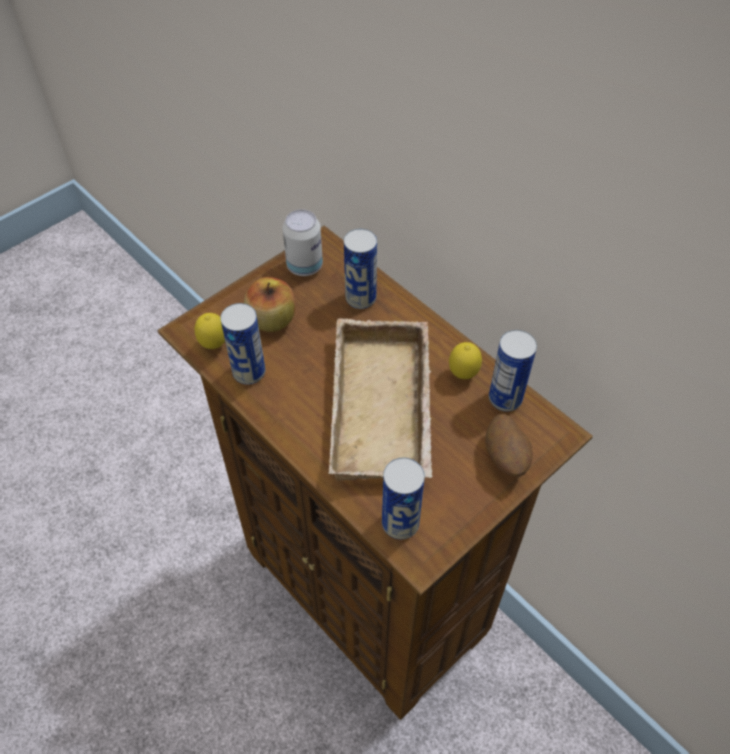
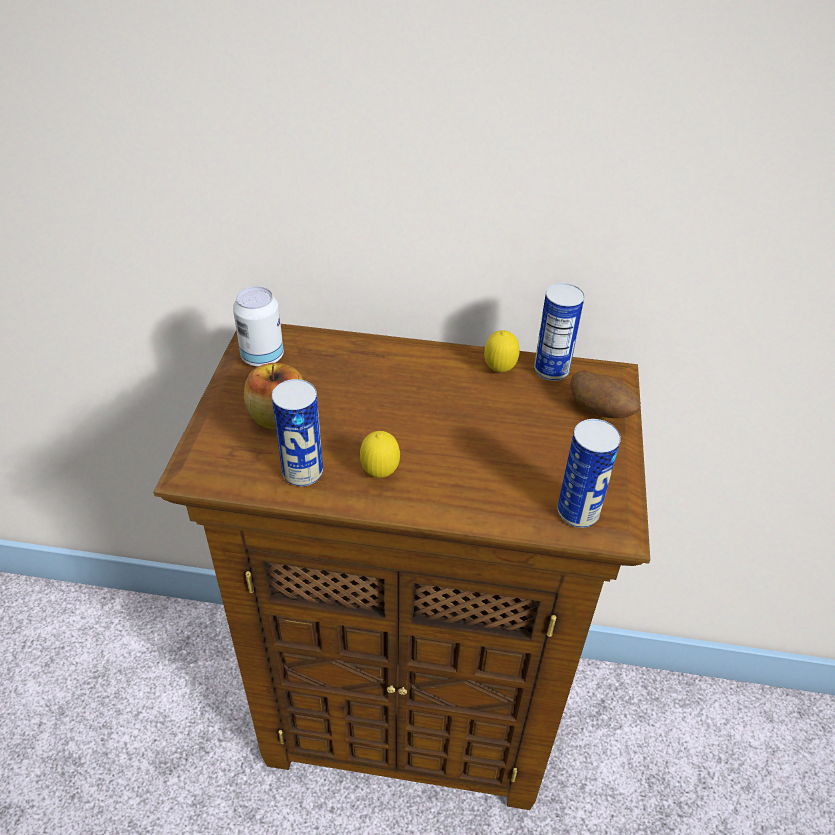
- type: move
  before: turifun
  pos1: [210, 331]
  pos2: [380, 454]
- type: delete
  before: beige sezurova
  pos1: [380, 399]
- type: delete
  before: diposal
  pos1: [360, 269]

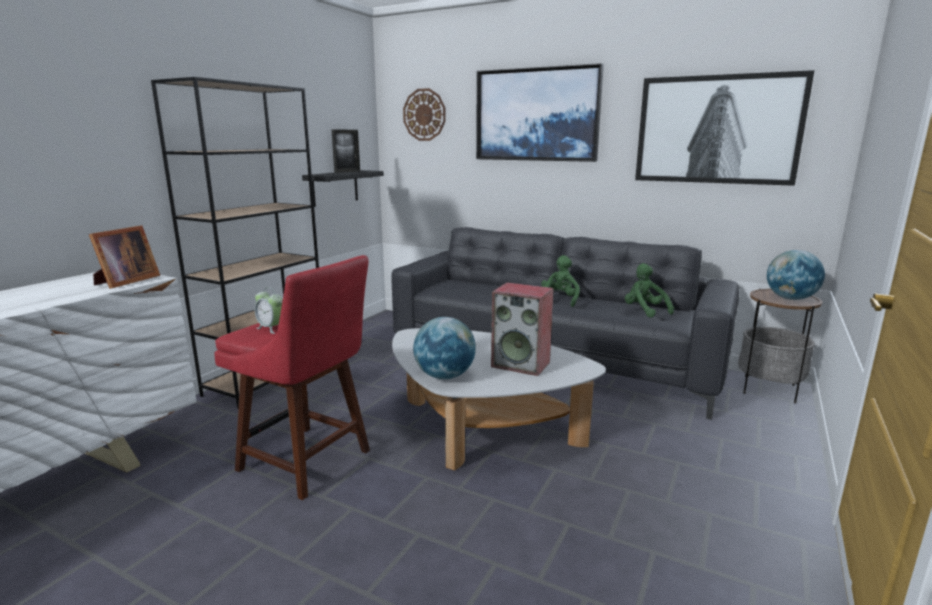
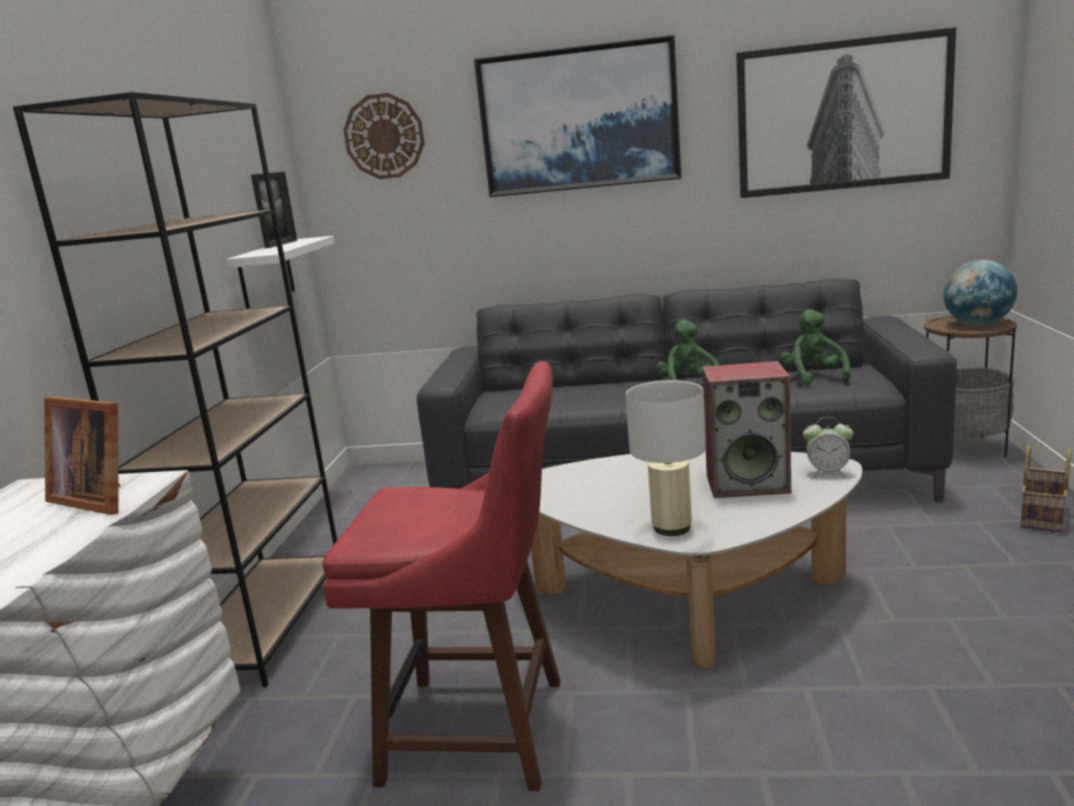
- type: rotate
  before: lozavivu
  pos1: [124, 257]
  pos2: [82, 456]
  turn: 120
- type: move
  before: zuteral
  pos1: [269, 310]
  pos2: [828, 447]
- type: recolor
  before: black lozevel
  after: white lozevel
  pos1: [343, 188]
  pos2: [280, 272]
- type: replace
  before: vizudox
  after: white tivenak
  pos1: [444, 348]
  pos2: [666, 458]
- type: rotate
  before: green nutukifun
  pos1: [649, 290]
  pos2: [815, 347]
  turn: 45
- type: insert
  after: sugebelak
  pos2: [1045, 488]

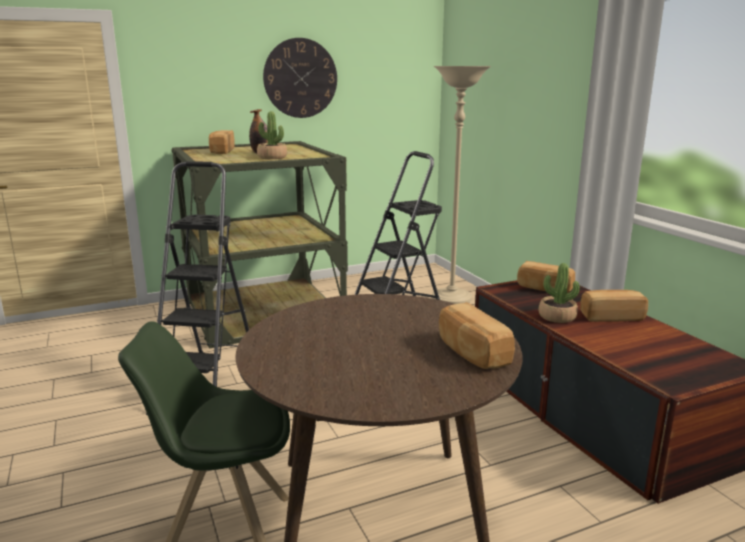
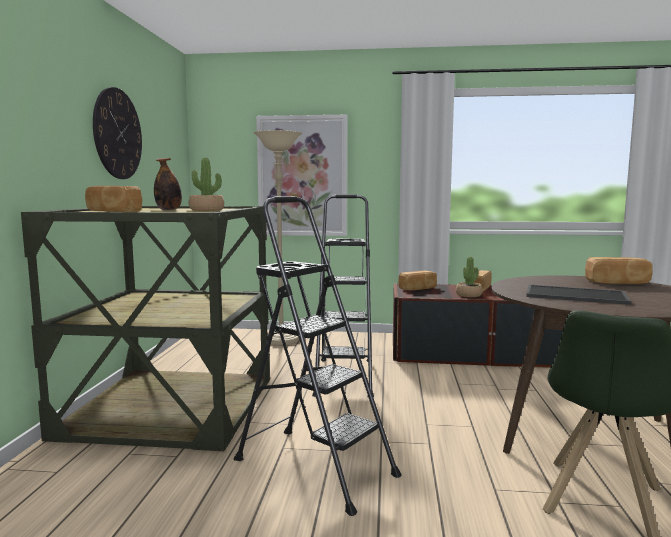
- type: insert
  after: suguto
  pos2: [301, 175]
- type: insert
  after: sezurova
  pos2: [578, 295]

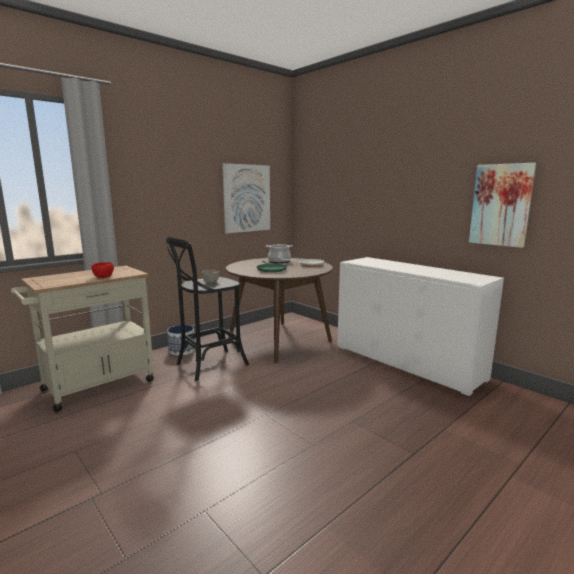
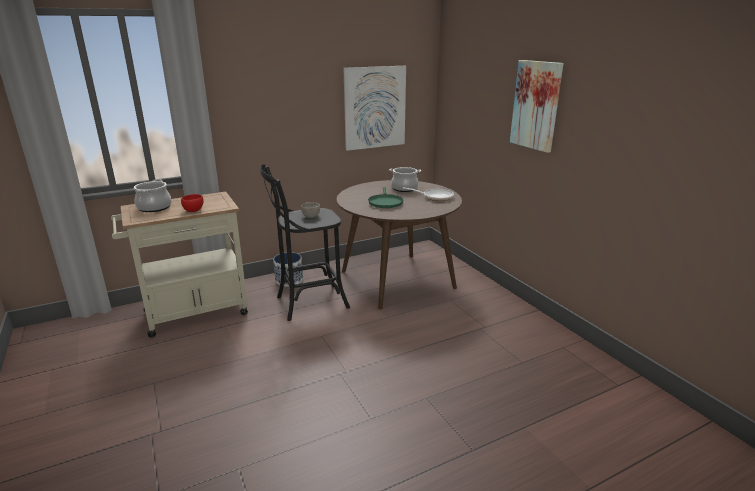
- type: delete
  before: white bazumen
  pos1: [420, 326]
- type: move
  before: suguto
  pos1: [502, 205]
  pos2: [537, 106]
- type: insert
  after: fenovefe
  pos2: [153, 195]

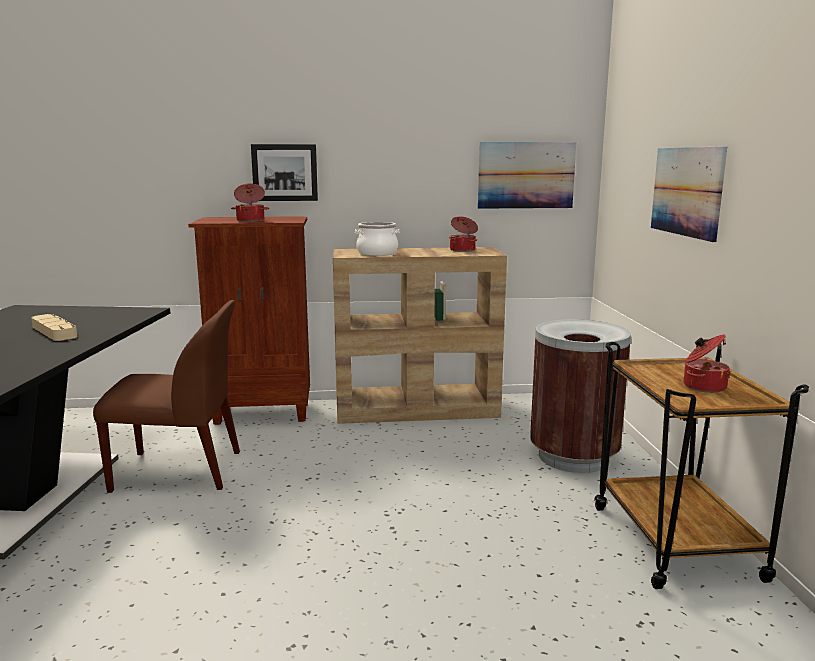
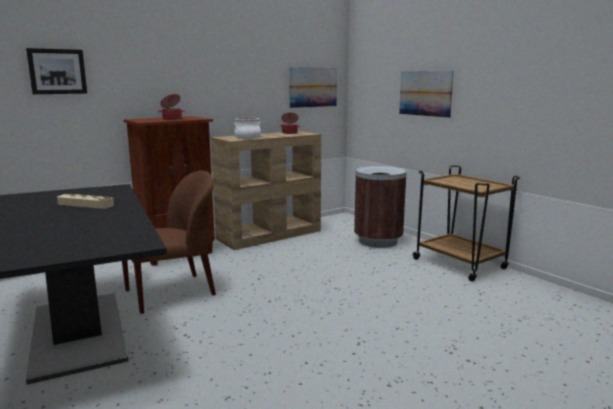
- type: move
  before: suguto
  pos1: [284, 172]
  pos2: [56, 71]
- type: delete
  before: fenovefe
  pos1: [707, 363]

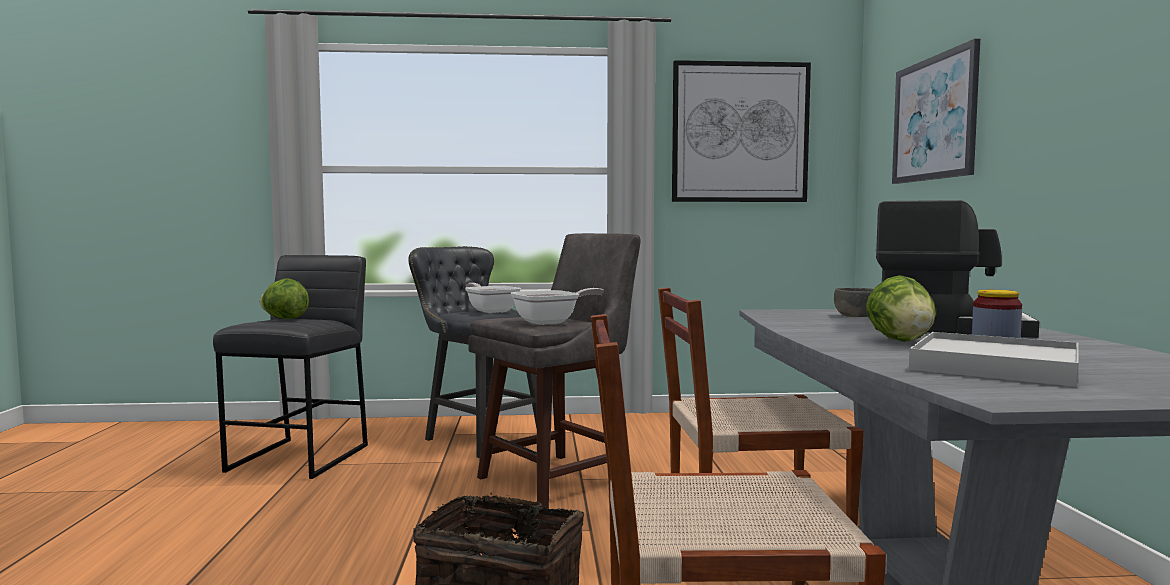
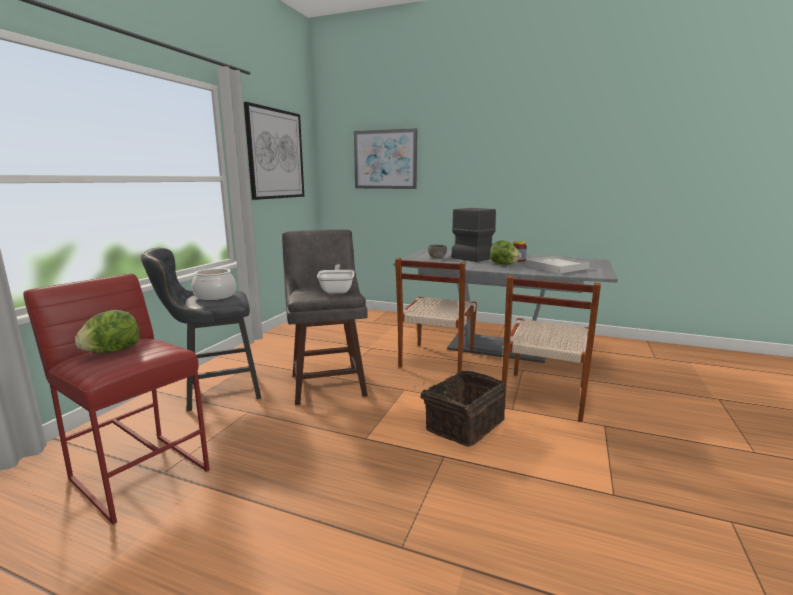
- type: recolor
  before: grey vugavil
  after: red vugavil
  pos1: [290, 367]
  pos2: [116, 399]
- type: replace
  before: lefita
  after: fenovefe
  pos1: [493, 298]
  pos2: [214, 284]

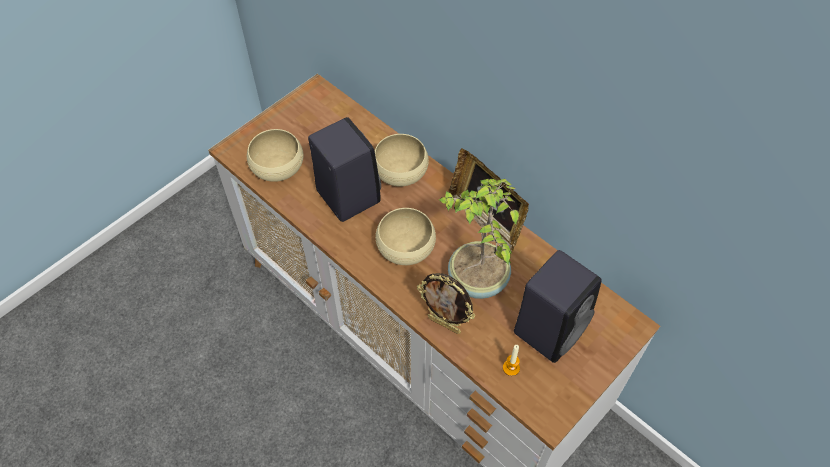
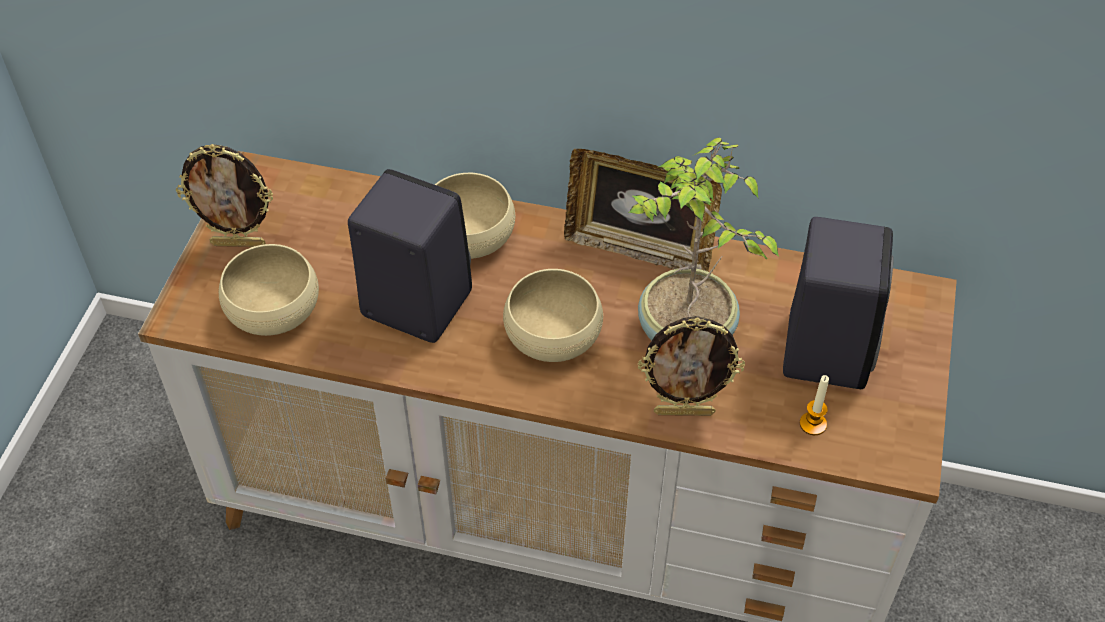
- type: insert
  after: lozavivu
  pos2: [224, 195]

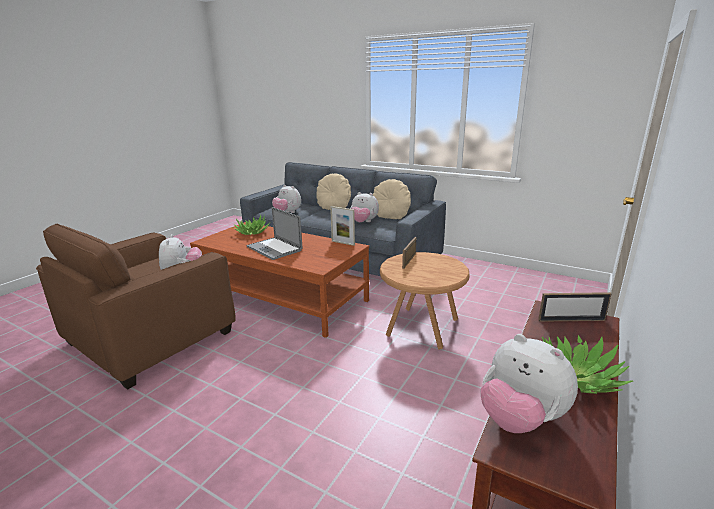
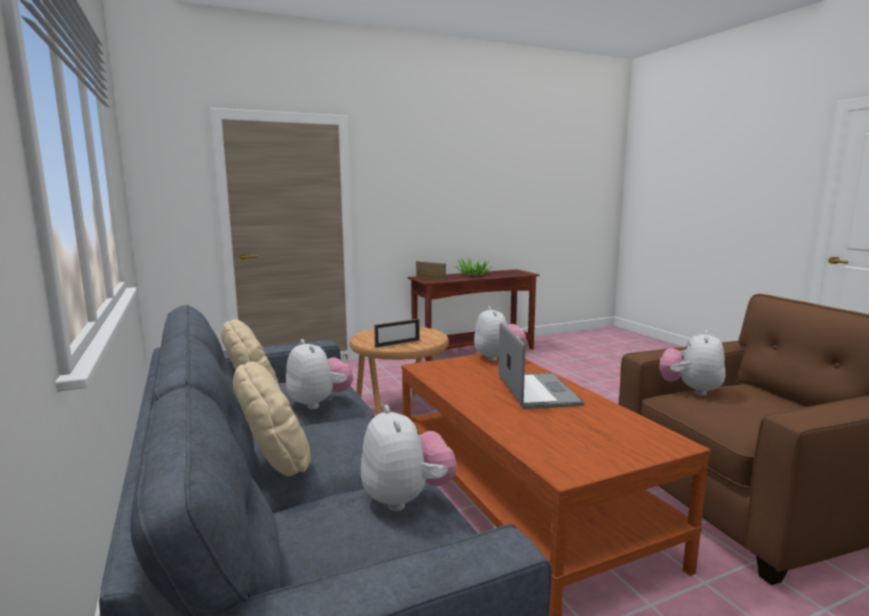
- type: delete
  before: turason
  pos1: [251, 224]
- type: delete
  before: lozavivu
  pos1: [342, 226]
- type: move
  before: nutukifun
  pos1: [529, 383]
  pos2: [500, 333]

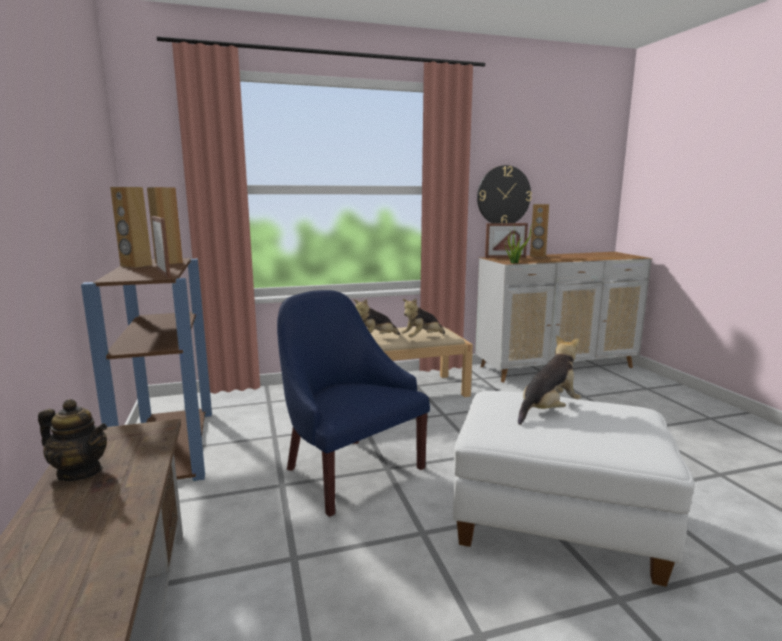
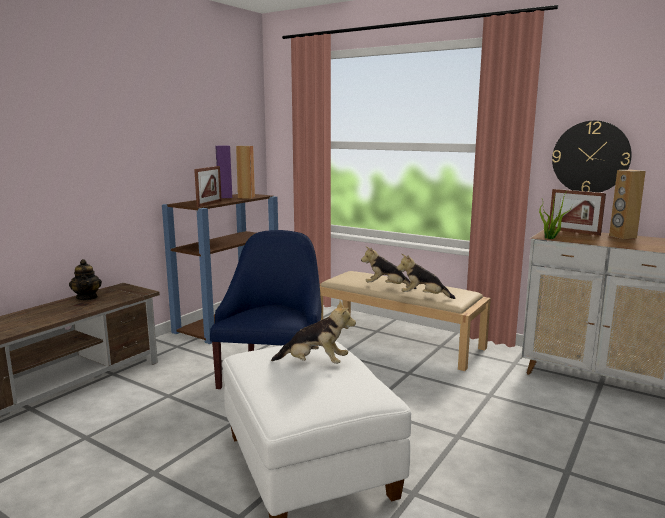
- type: recolor
  before: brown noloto
  after: purple noloto
  pos1: [131, 227]
  pos2: [223, 172]

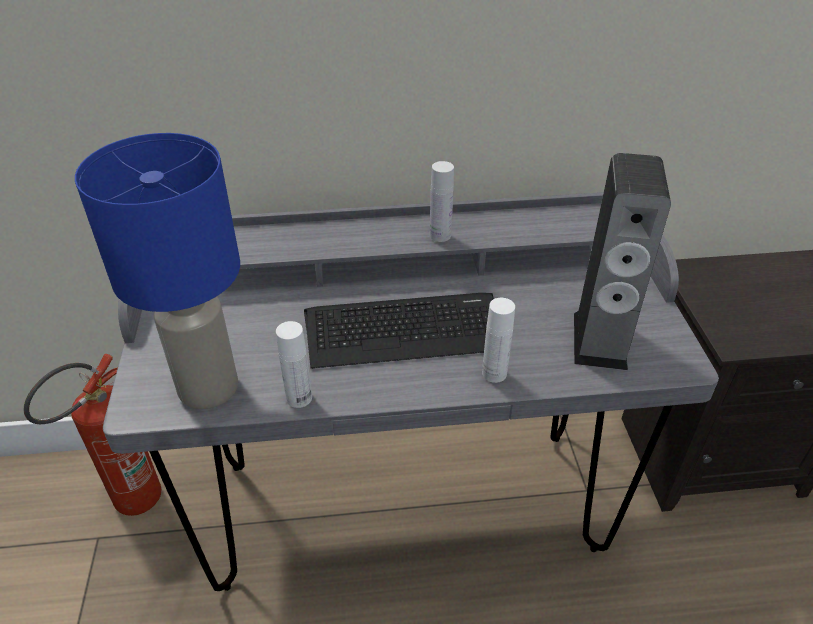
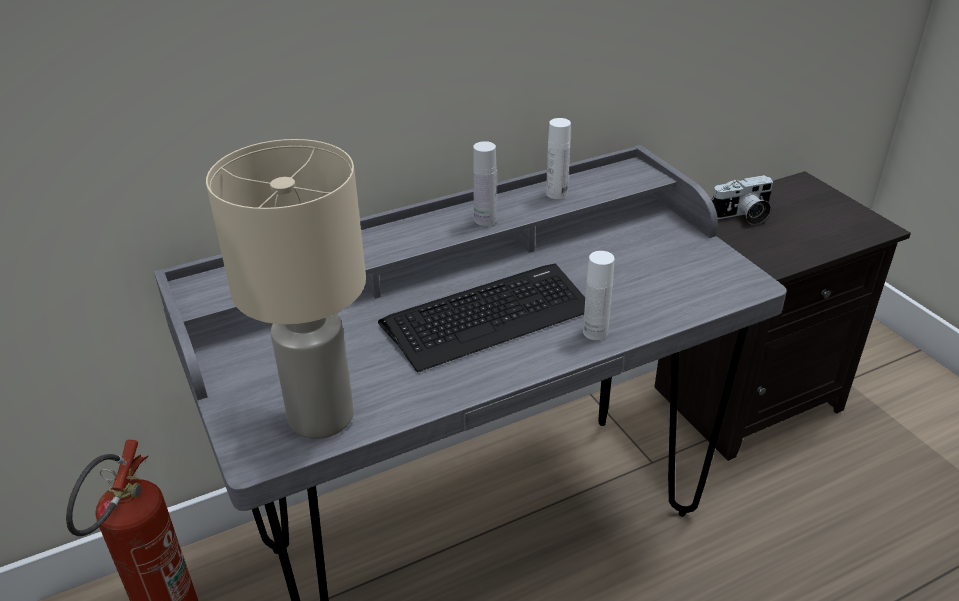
- type: recolor
  before: blue tivenak
  after: beige tivenak
  pos1: [157, 271]
  pos2: [286, 289]
- type: move
  before: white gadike
  pos1: [294, 364]
  pos2: [558, 158]
- type: delete
  before: noloto
  pos1: [622, 261]
- type: insert
  after: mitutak
  pos2: [742, 200]

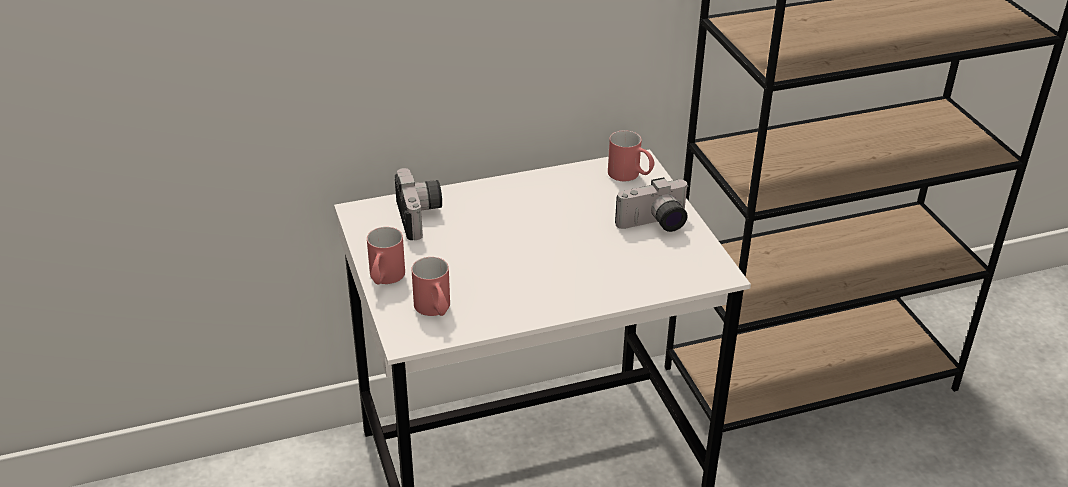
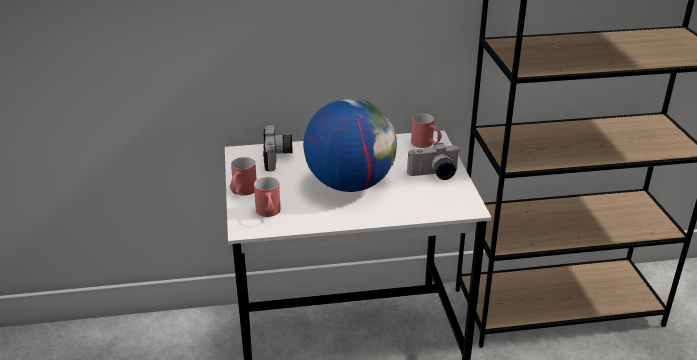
- type: insert
  after: vizudox
  pos2: [350, 145]

